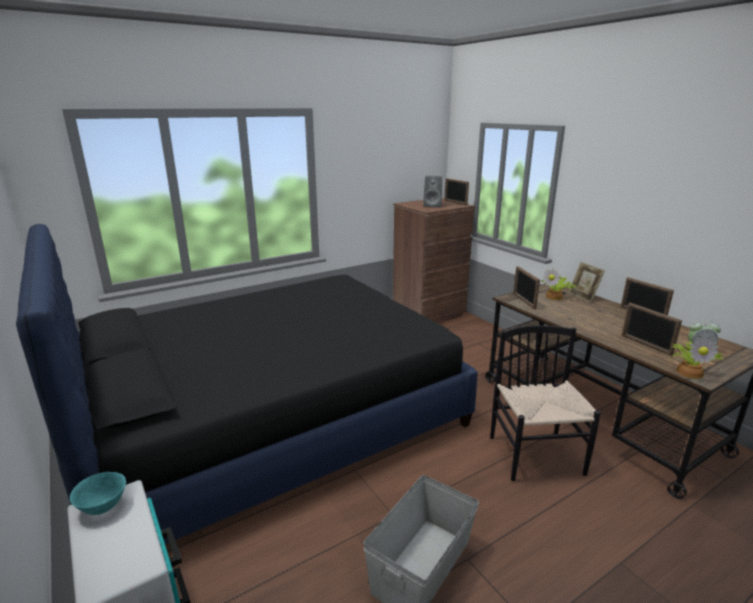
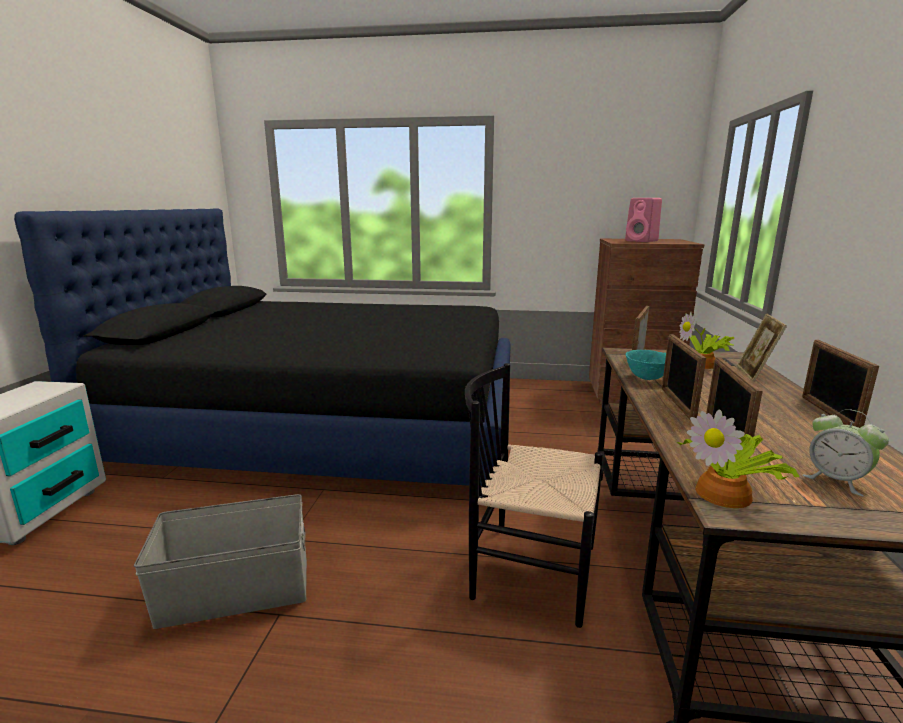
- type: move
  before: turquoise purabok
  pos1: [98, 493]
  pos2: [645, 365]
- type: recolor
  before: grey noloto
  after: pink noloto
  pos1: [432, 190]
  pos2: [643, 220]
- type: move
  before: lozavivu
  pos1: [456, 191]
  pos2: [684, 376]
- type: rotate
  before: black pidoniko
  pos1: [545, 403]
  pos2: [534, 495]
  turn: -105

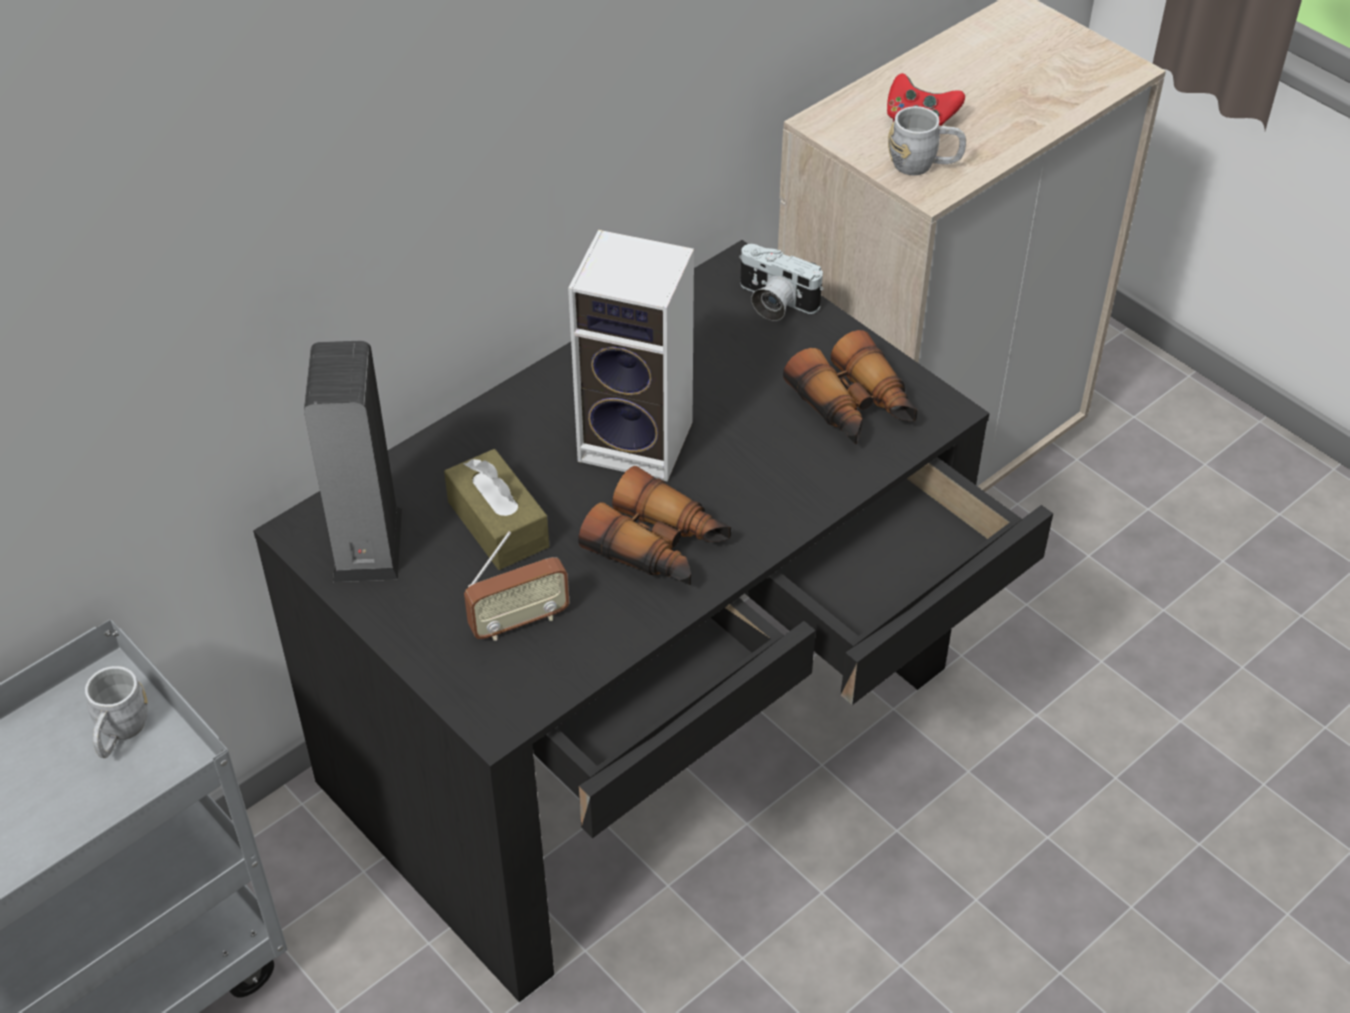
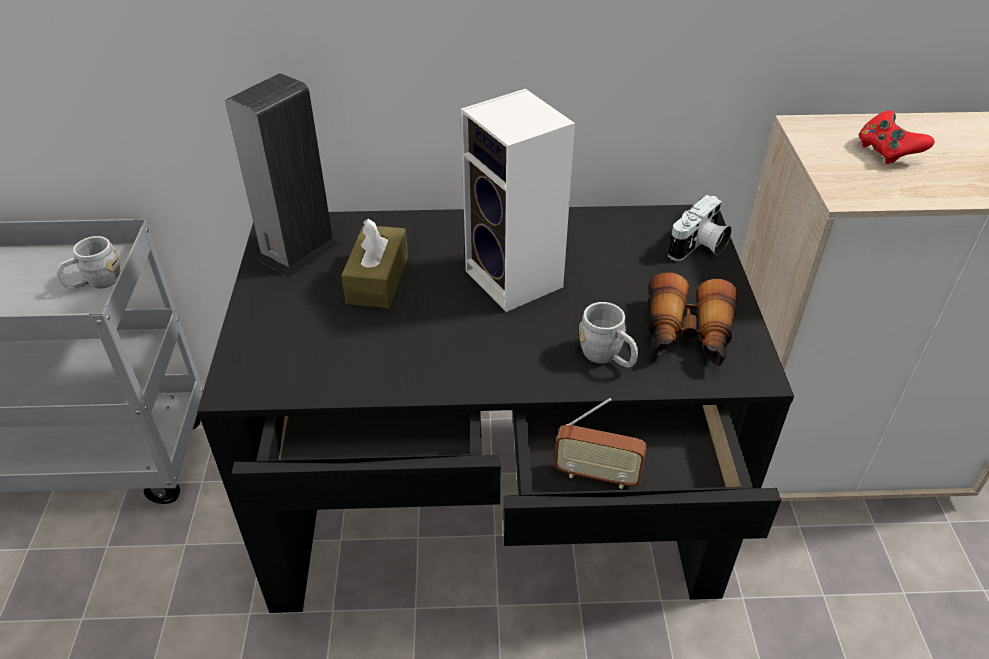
- type: move
  before: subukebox
  pos1: [517, 585]
  pos2: [600, 443]
- type: delete
  before: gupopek
  pos1: [654, 525]
- type: rotate
  before: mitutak
  pos1: [781, 282]
  pos2: [700, 228]
  turn: -120
- type: move
  before: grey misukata
  pos1: [927, 141]
  pos2: [608, 335]

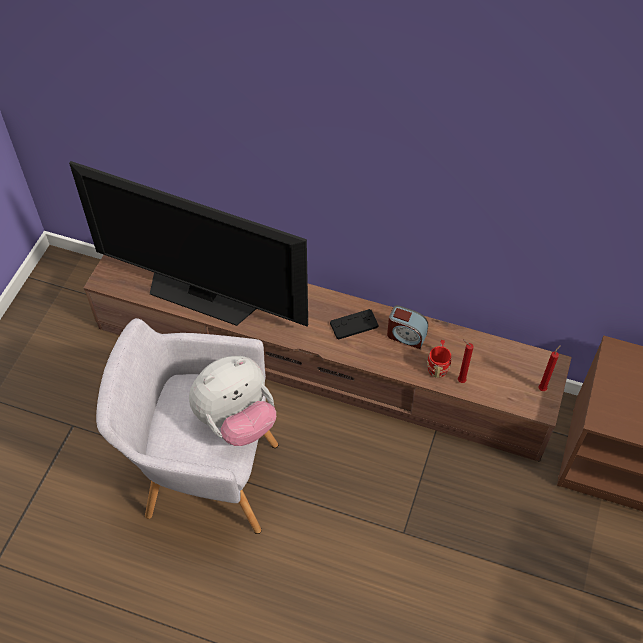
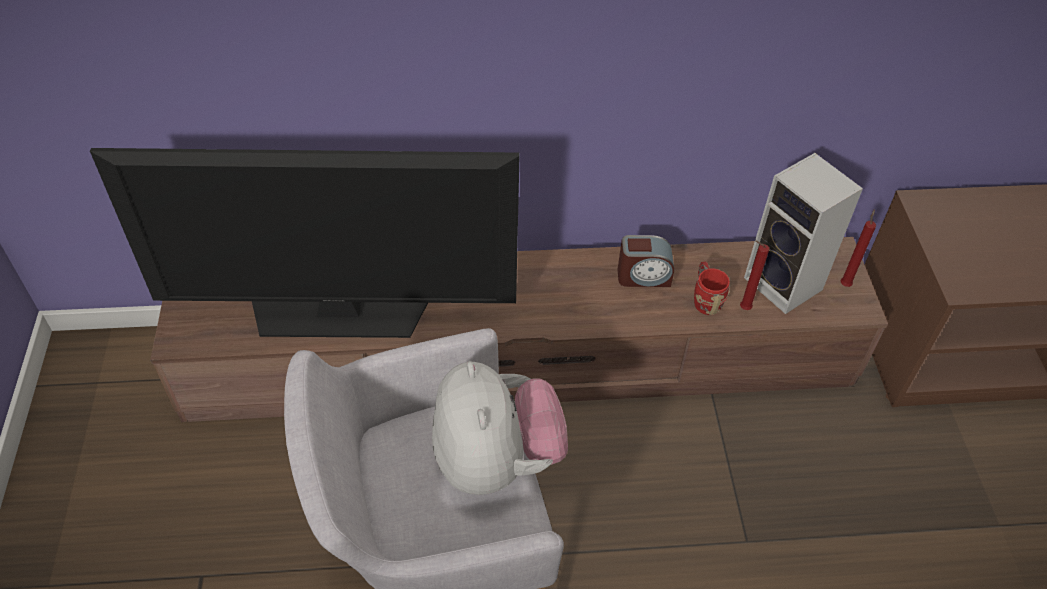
- type: rotate
  before: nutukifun
  pos1: [232, 401]
  pos2: [500, 428]
  turn: -45
- type: delete
  before: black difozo
  pos1: [354, 324]
- type: insert
  after: noloto
  pos2: [803, 233]

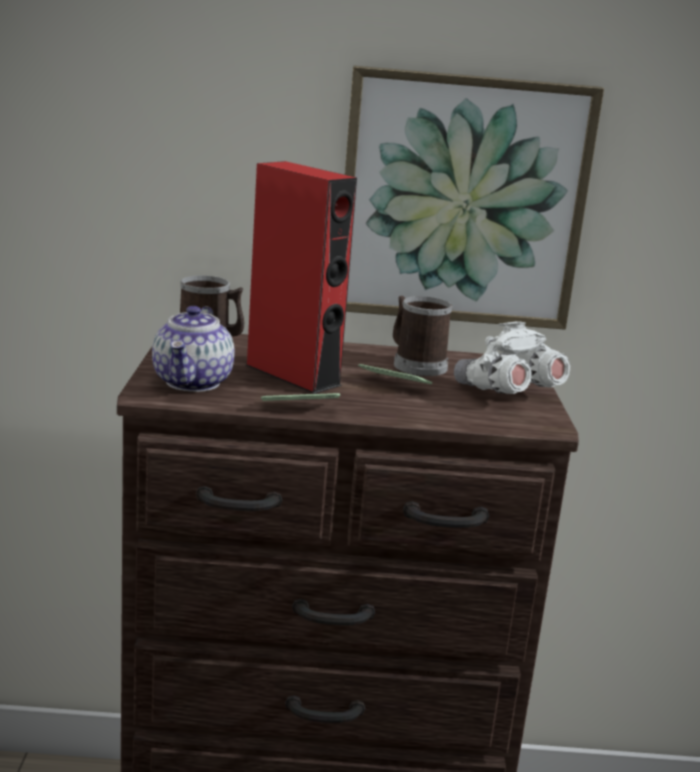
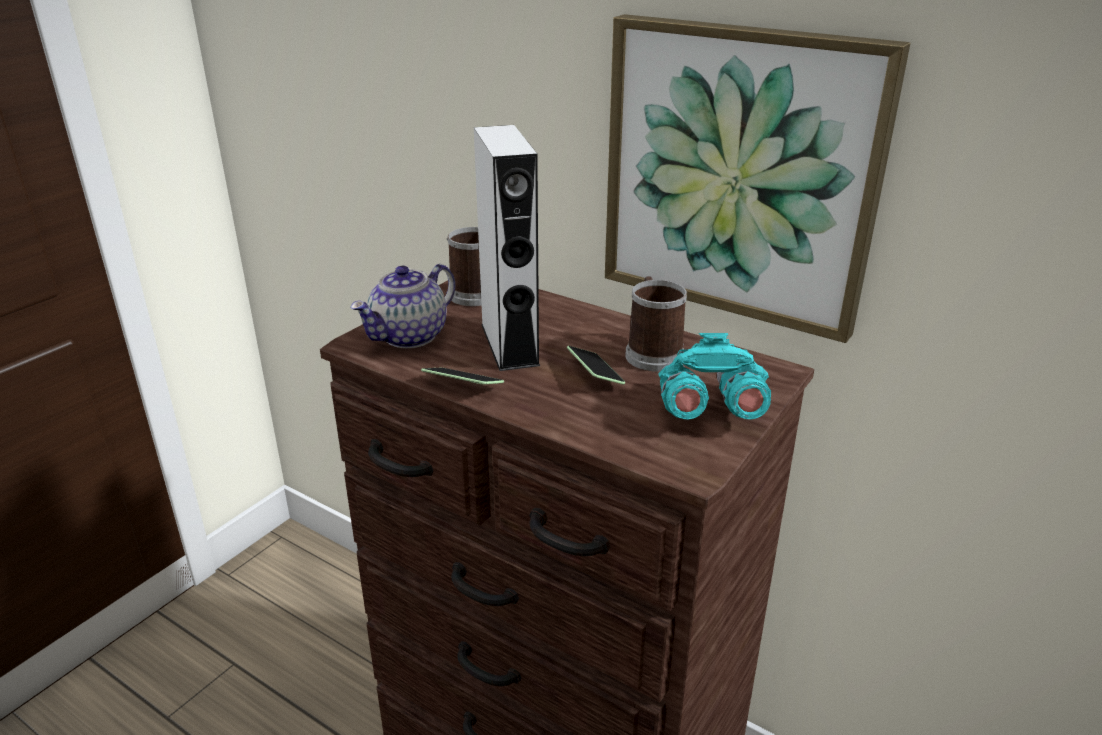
- type: recolor
  before: red noloto
  after: grey noloto
  pos1: [301, 277]
  pos2: [507, 248]
- type: recolor
  before: white gupopek
  after: turquoise gupopek
  pos1: [512, 357]
  pos2: [715, 376]

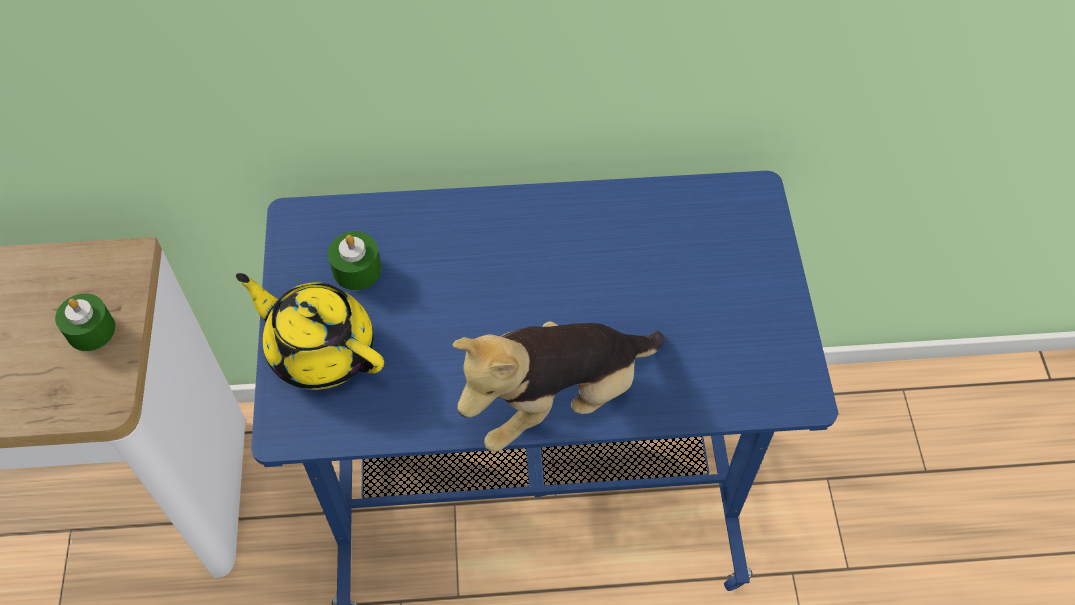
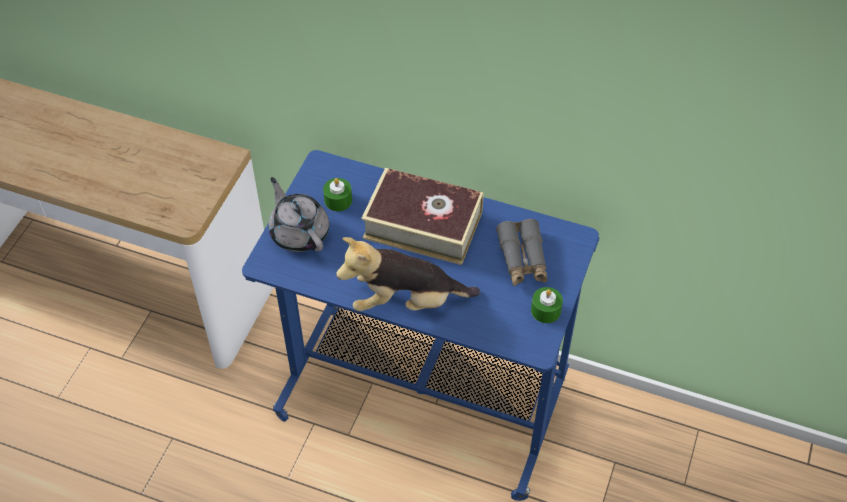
- type: move
  before: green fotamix
  pos1: [85, 322]
  pos2: [547, 305]
- type: recolor
  before: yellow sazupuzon
  after: grey sazupuzon
  pos1: [310, 331]
  pos2: [299, 214]
- type: insert
  after: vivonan
  pos2: [422, 216]
- type: insert
  after: grey gupopek
  pos2: [522, 252]

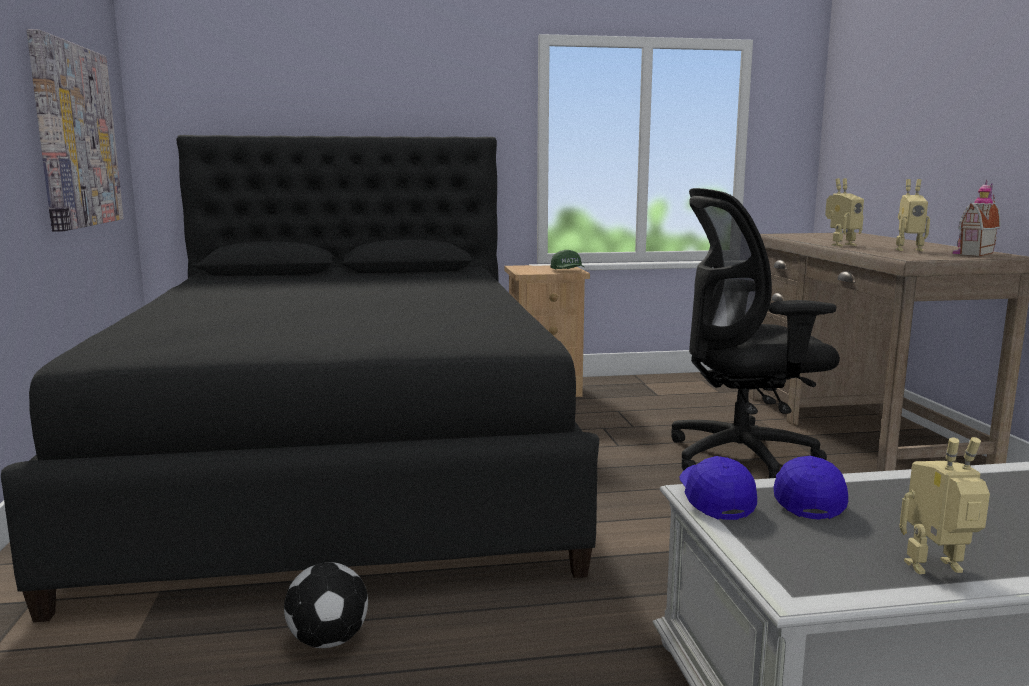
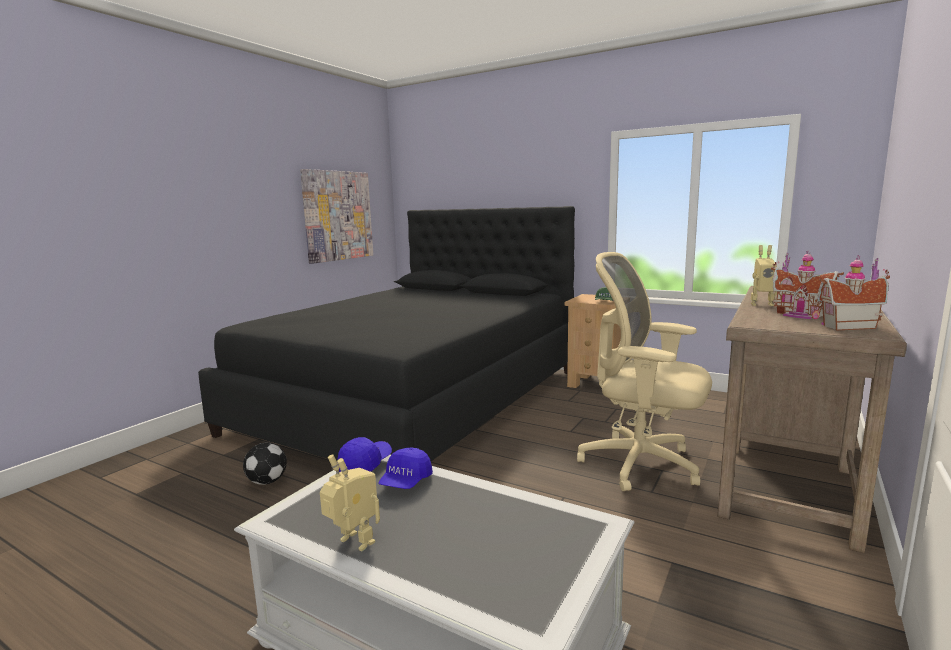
- type: recolor
  before: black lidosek
  after: beige lidosek
  pos1: [755, 333]
  pos2: [644, 371]
- type: rotate
  before: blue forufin
  pos1: [810, 487]
  pos2: [405, 468]
  turn: 150
- type: replace
  before: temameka
  after: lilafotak
  pos1: [913, 215]
  pos2: [807, 284]

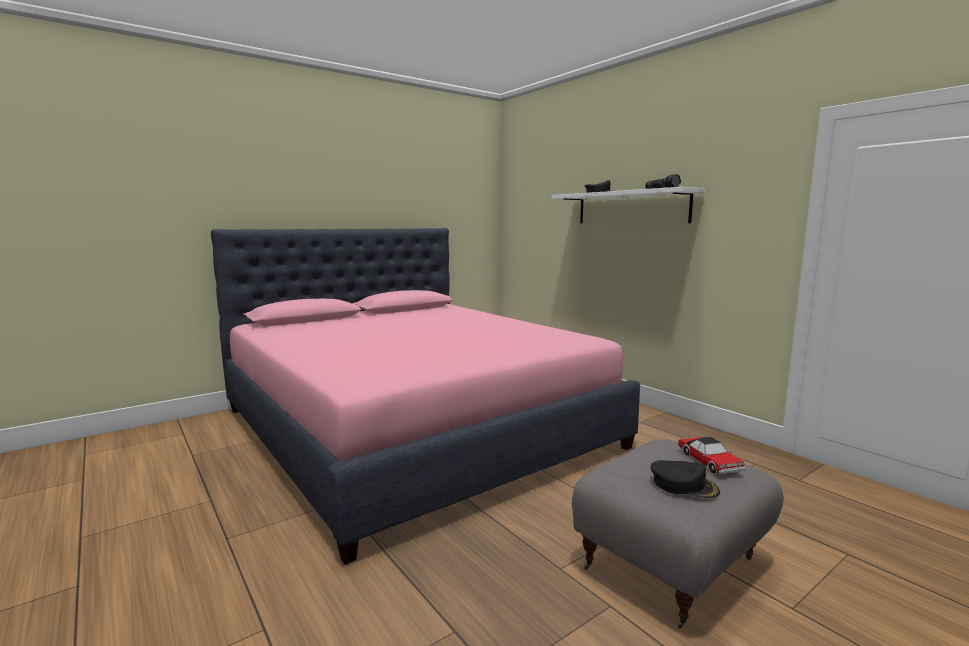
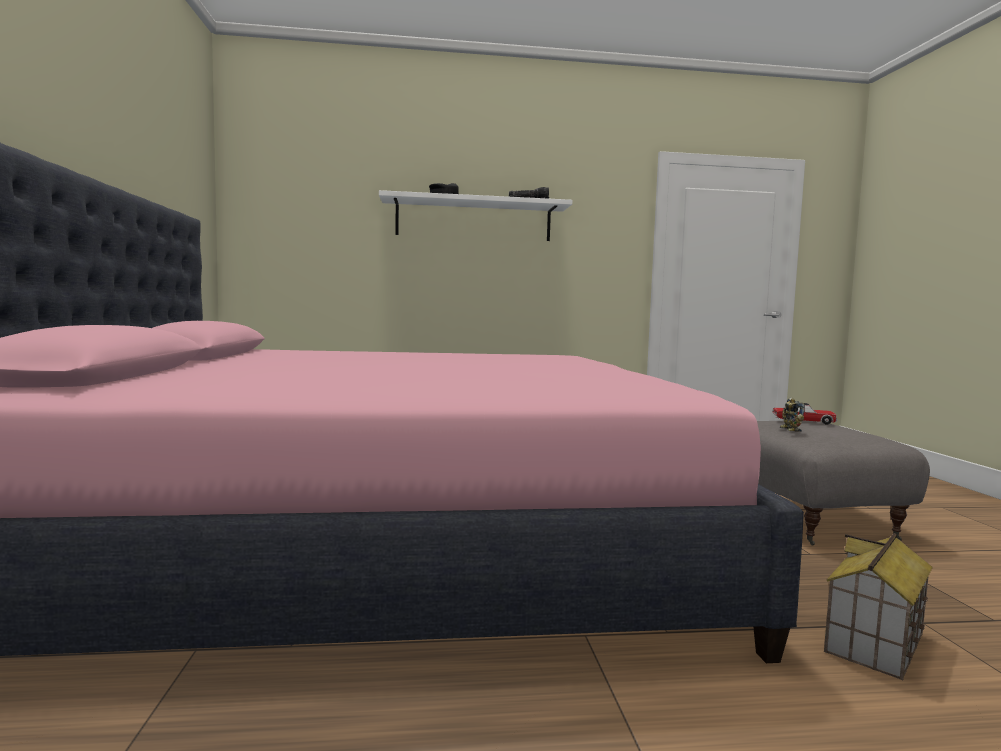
- type: delete
  before: black forufin
  pos1: [685, 479]
- type: insert
  after: temameka
  pos2: [792, 414]
- type: insert
  after: lilafotak
  pos2: [878, 606]

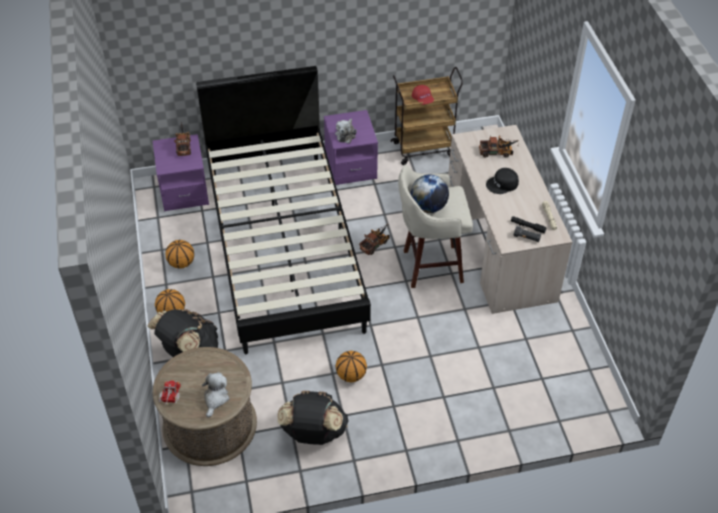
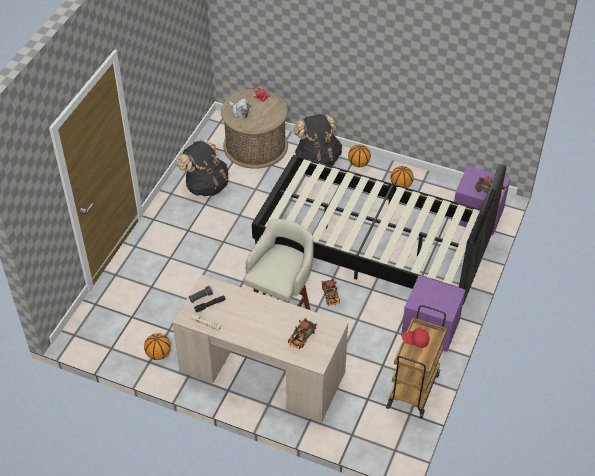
- type: delete
  before: nutukifun
  pos1: [346, 131]
- type: move
  before: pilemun
  pos1: [351, 366]
  pos2: [157, 346]
- type: delete
  before: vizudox
  pos1: [429, 194]
- type: delete
  before: black forufin
  pos1: [502, 181]

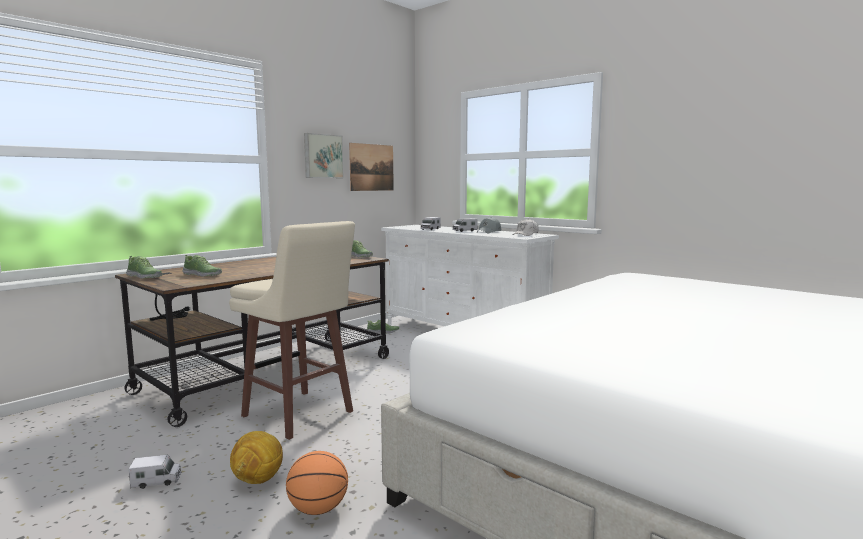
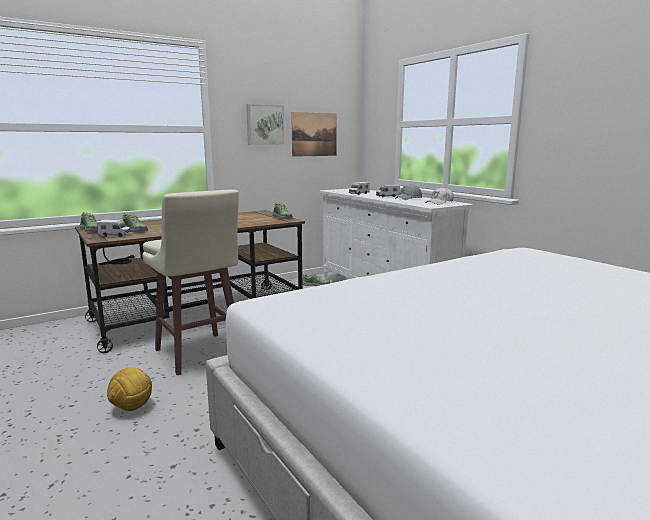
- type: move
  before: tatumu
  pos1: [155, 472]
  pos2: [114, 228]
- type: delete
  before: pilemun
  pos1: [317, 483]

